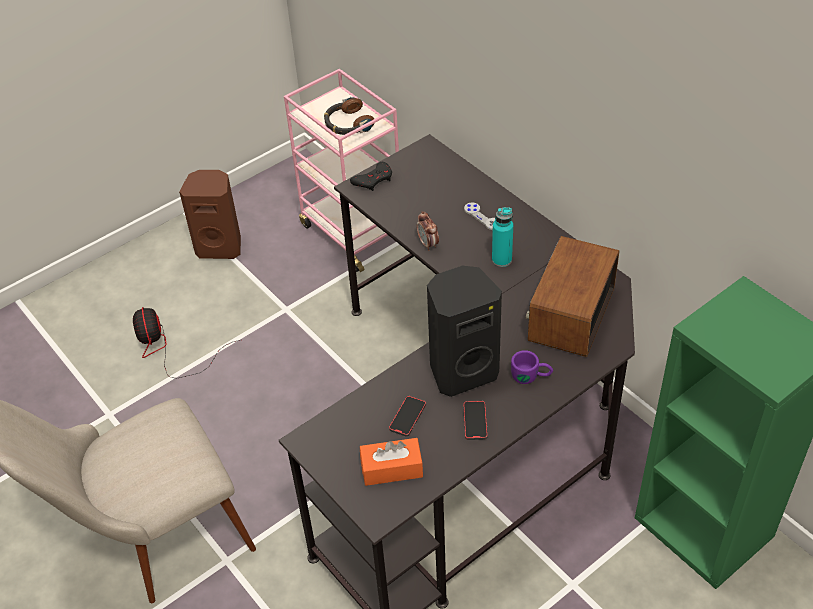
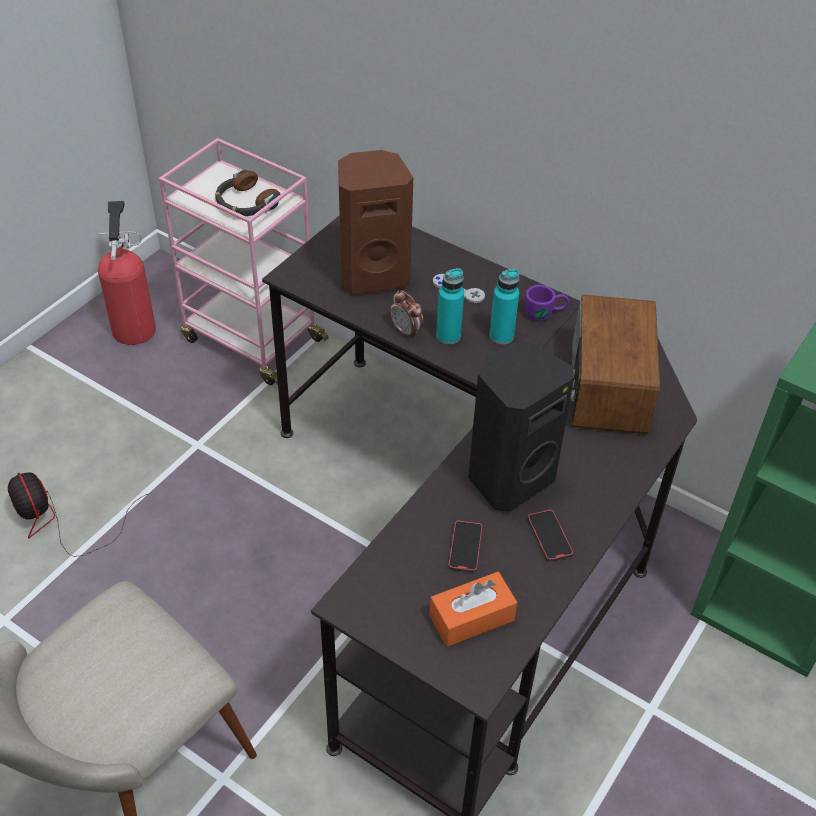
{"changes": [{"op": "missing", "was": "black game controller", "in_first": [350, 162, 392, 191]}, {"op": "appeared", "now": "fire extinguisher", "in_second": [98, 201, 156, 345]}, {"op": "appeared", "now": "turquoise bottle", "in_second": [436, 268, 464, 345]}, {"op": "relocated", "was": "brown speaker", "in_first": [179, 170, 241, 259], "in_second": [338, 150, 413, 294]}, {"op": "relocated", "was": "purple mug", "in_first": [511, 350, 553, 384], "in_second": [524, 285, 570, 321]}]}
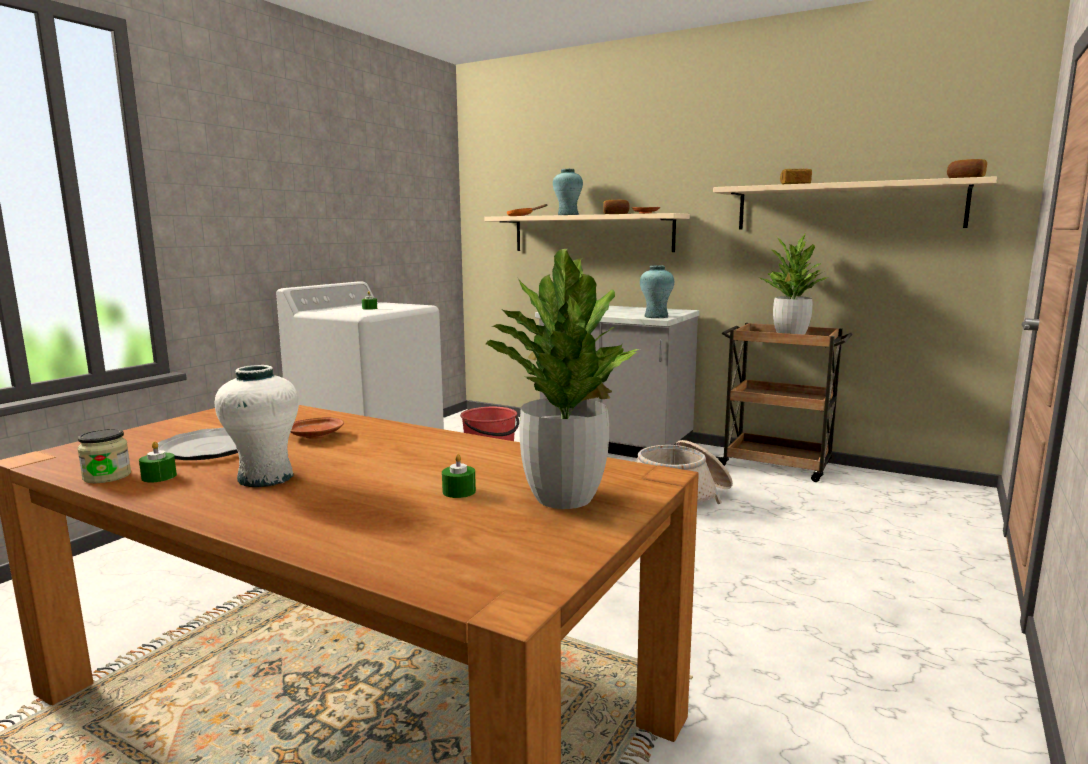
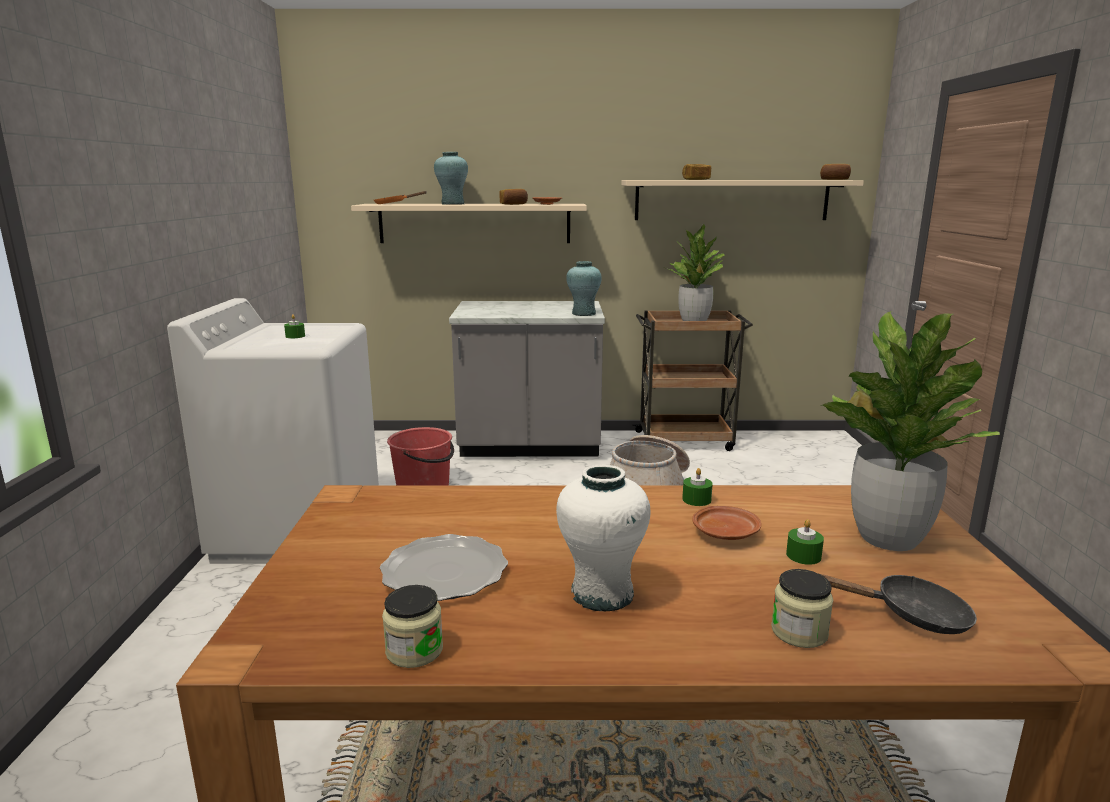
{"changes": [{"op": "appeared", "now": "jar", "in_second": [771, 569, 833, 648]}, {"op": "appeared", "now": "black frying pan", "in_second": [820, 574, 977, 634]}, {"op": "relocated", "was": "green candle", "in_first": [139, 441, 177, 482], "in_second": [682, 468, 713, 506]}, {"op": "relocated", "was": "brown plate", "in_first": [290, 417, 344, 439], "in_second": [692, 506, 762, 540]}]}
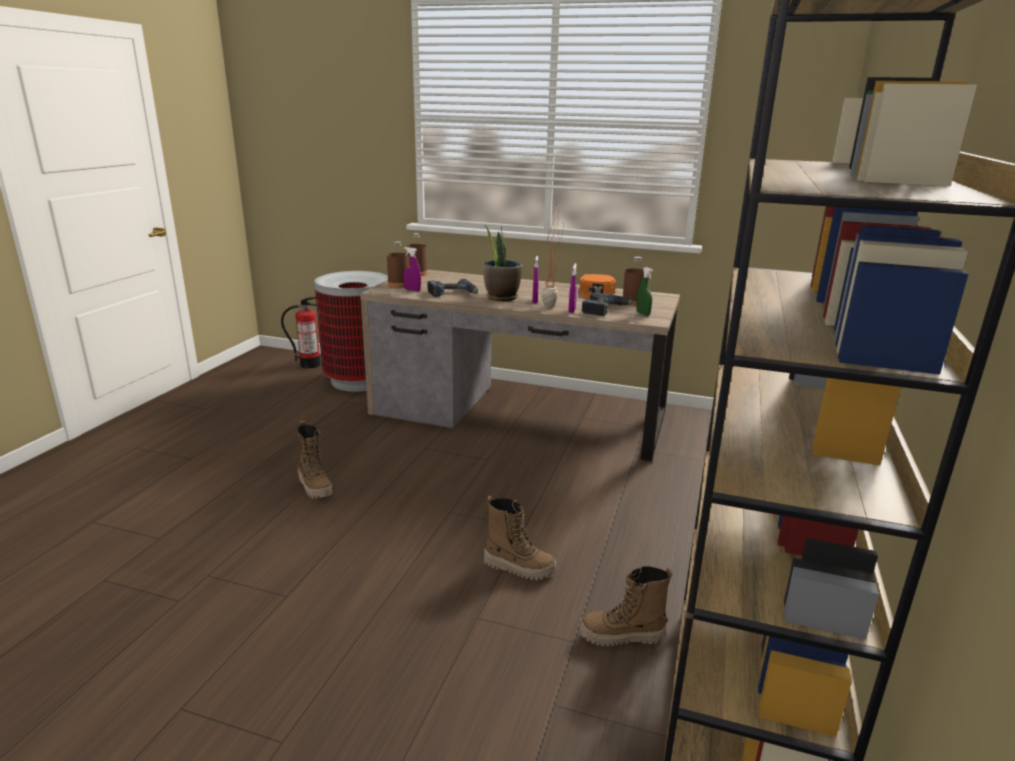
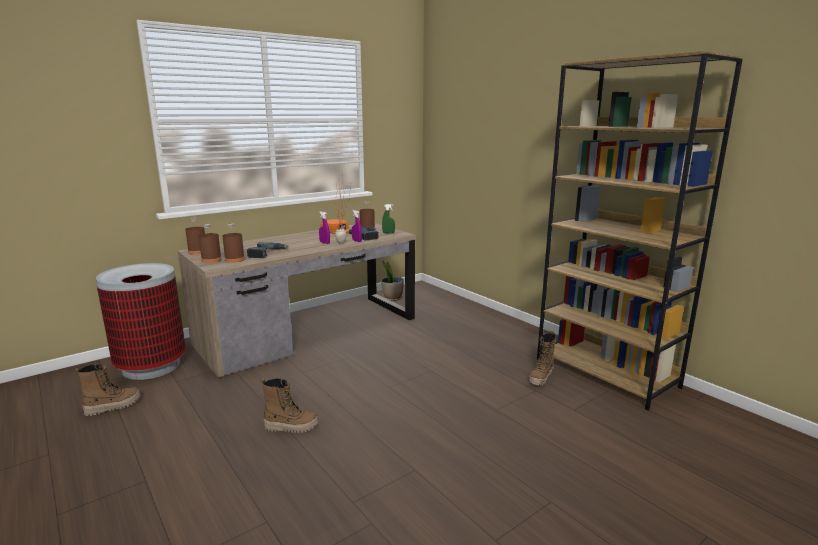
{"changes": [{"op": "missing", "was": "fire extinguisher", "in_first": [281, 297, 321, 368]}, {"op": "relocated", "was": "potted plant", "in_first": [483, 225, 522, 301], "in_second": [381, 261, 404, 301]}, {"op": "relocated", "was": "boot", "in_first": [484, 496, 556, 580], "in_second": [76, 364, 140, 416]}, {"op": "exchanged", "was": "purple spray bottle", "now": "brown bottle", "in_first": [403, 247, 421, 291], "in_second": [223, 224, 245, 263]}]}
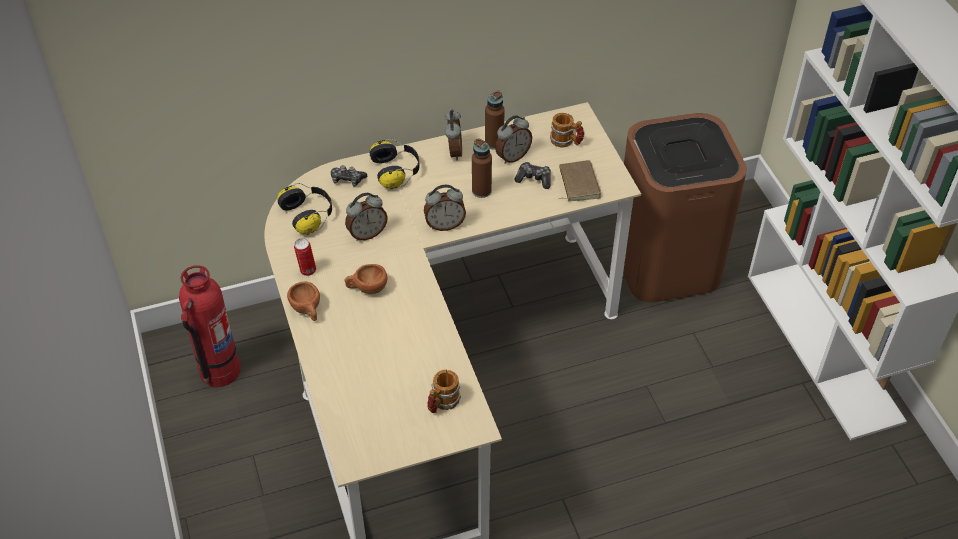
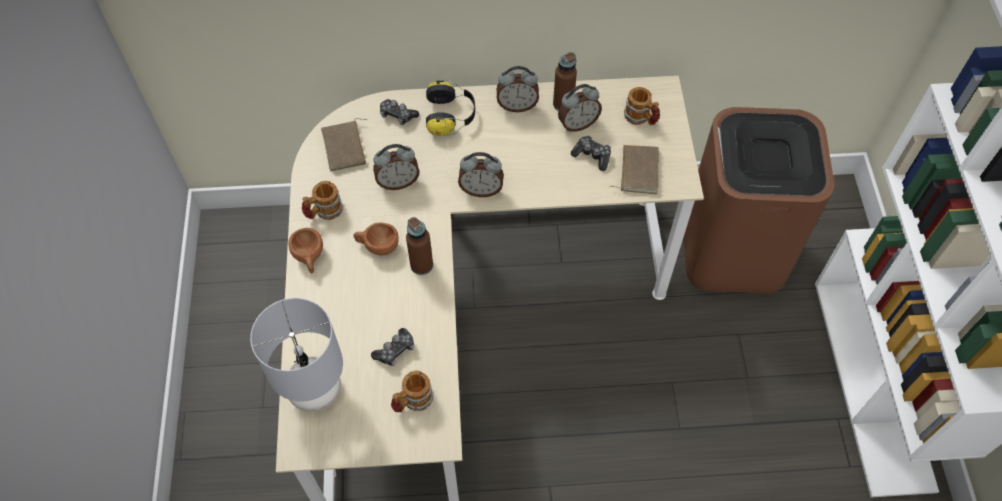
{"changes": [{"op": "missing", "was": "fire extinguisher", "in_first": [179, 265, 241, 387]}, {"op": "appeared", "now": "grey table lamp", "in_second": [250, 298, 343, 412]}, {"op": "appeared", "now": "game controller", "in_second": [371, 328, 414, 366]}, {"op": "relocated", "was": "brown bottle", "in_first": [472, 138, 492, 198], "in_second": [406, 217, 433, 275]}, {"op": "exchanged", "was": "headphones", "now": "brown book", "in_first": [277, 183, 332, 235], "in_second": [321, 118, 367, 171]}, {"op": "exchanged", "was": "can", "now": "mug", "in_first": [294, 238, 316, 276], "in_second": [302, 181, 342, 220]}, {"op": "spun", "was": "alarm clock", "in_first": [445, 109, 462, 161], "in_second": [496, 66, 539, 112], "clockwise": 75}]}
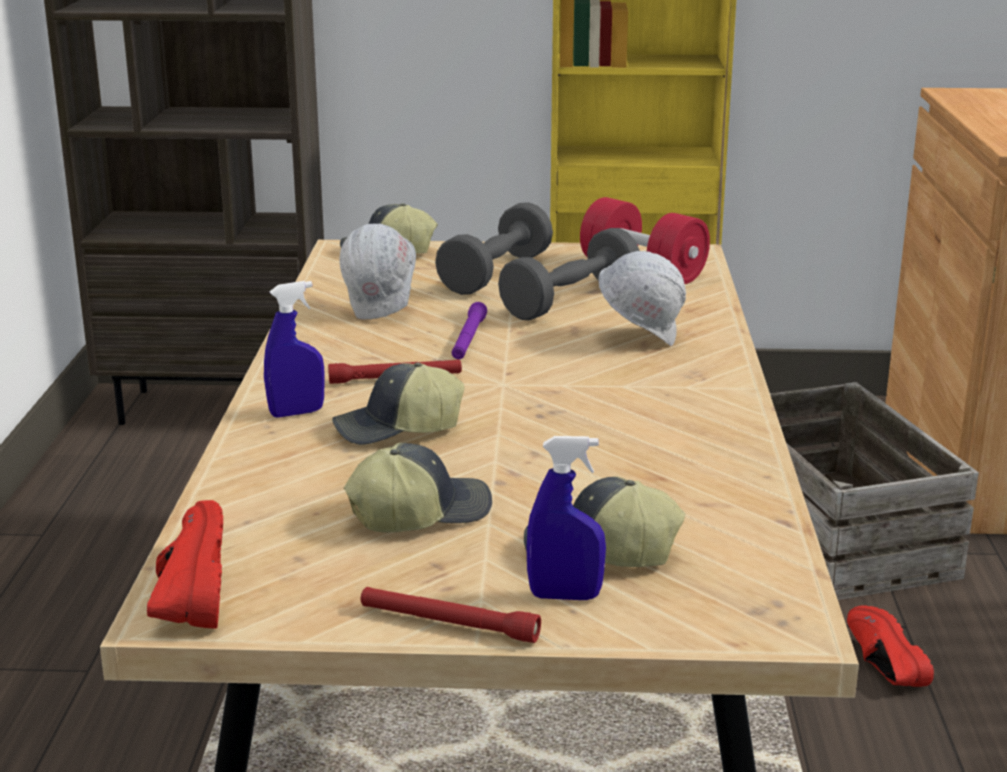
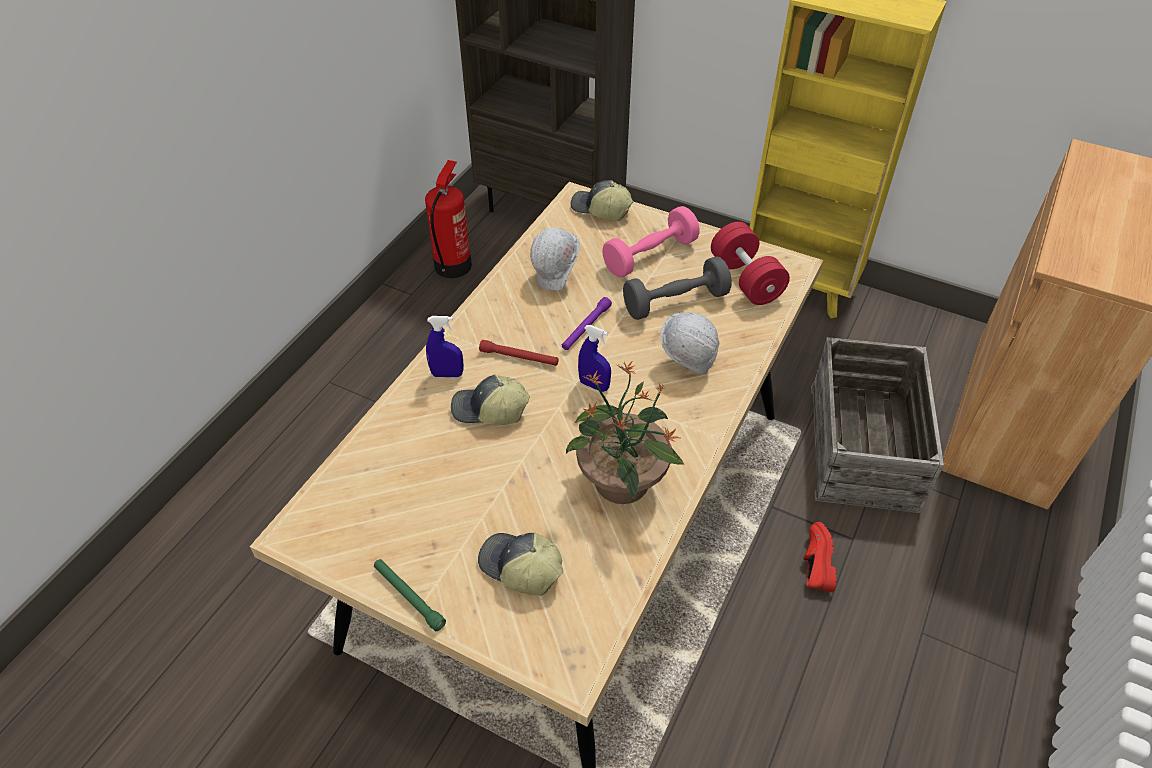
{"changes": [{"op": "missing", "was": "red shoe", "in_first": [147, 500, 223, 629]}, {"op": "missing", "was": "cap", "in_first": [344, 443, 492, 532]}, {"op": "appeared", "now": "fire extinguisher", "in_second": [425, 160, 472, 278]}, {"op": "appeared", "now": "potted plant", "in_second": [566, 362, 684, 504]}, {"op": "relocated", "was": "blue spray bottle", "in_first": [527, 436, 606, 600], "in_second": [578, 325, 611, 392]}, {"op": "colour", "was": "red flashlight", "now": "green flashlight", "in_first": [361, 587, 541, 643], "in_second": [374, 559, 446, 631]}, {"op": "colour", "was": "grey dumbbell", "now": "pink dumbbell", "in_first": [435, 202, 553, 295], "in_second": [602, 206, 700, 277]}]}
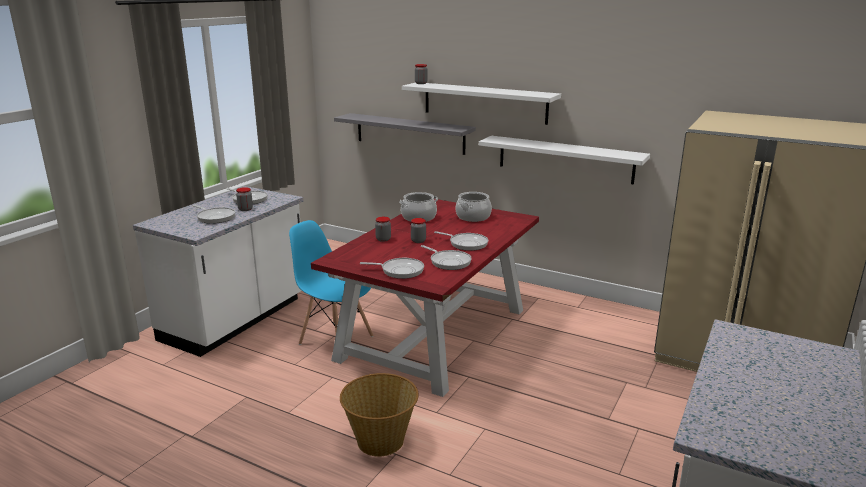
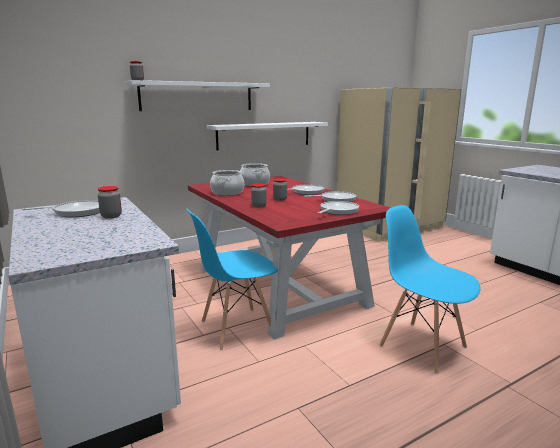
{"changes": [{"op": "missing", "was": "frying pan", "in_first": [192, 205, 236, 224]}, {"op": "missing", "was": "grey shelf", "in_first": [334, 113, 476, 155]}, {"op": "exchanged", "was": "basket", "now": "blue chair", "in_first": [340, 373, 419, 457], "in_second": [379, 205, 481, 374]}]}
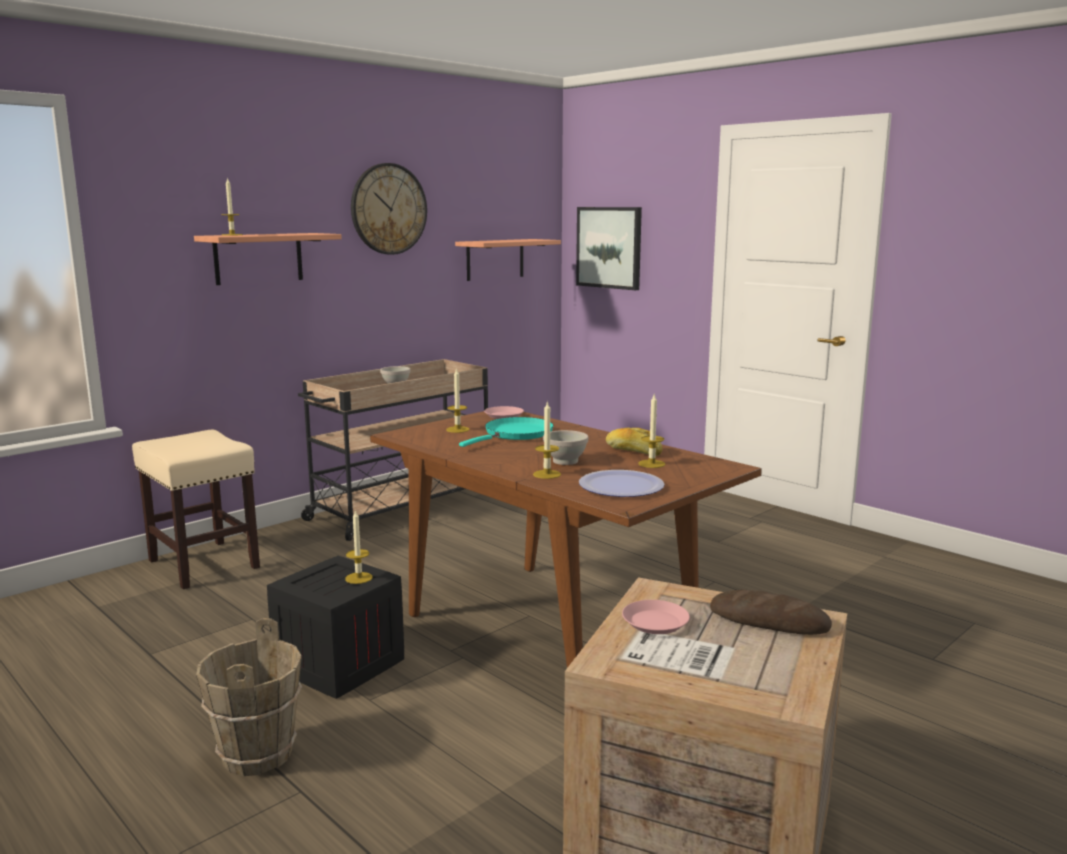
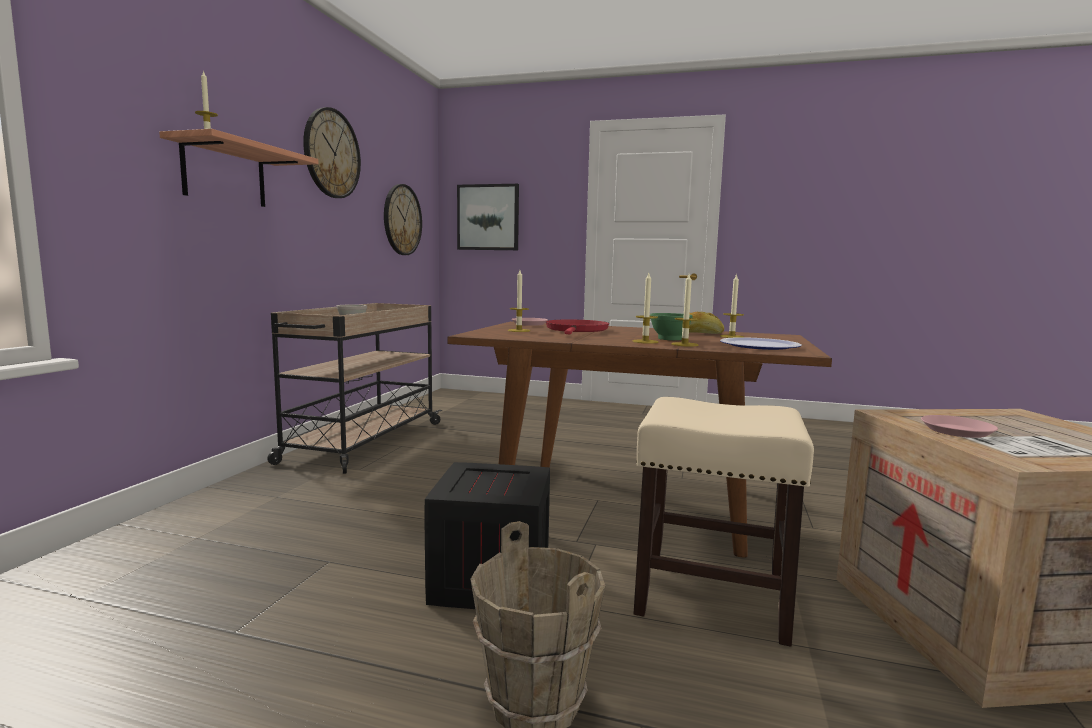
{"changes": [{"op": "missing", "was": "bread", "in_first": [710, 590, 832, 635]}, {"op": "relocated", "was": "beige stool", "in_first": [132, 430, 260, 589], "in_second": [634, 397, 814, 647]}, {"op": "relocated", "was": "candle", "in_first": [345, 510, 372, 584], "in_second": [633, 273, 658, 344]}, {"op": "exchanged", "was": "shelf", "now": "wall clock", "in_first": [455, 239, 561, 281], "in_second": [384, 184, 422, 255]}, {"op": "colour", "was": "turquoise frying pan", "now": "red frying pan", "in_first": [459, 417, 553, 447], "in_second": [546, 319, 609, 334]}, {"op": "colour", "was": "white bowl", "now": "green bowl", "in_first": [543, 430, 588, 465], "in_second": [650, 313, 693, 340]}]}
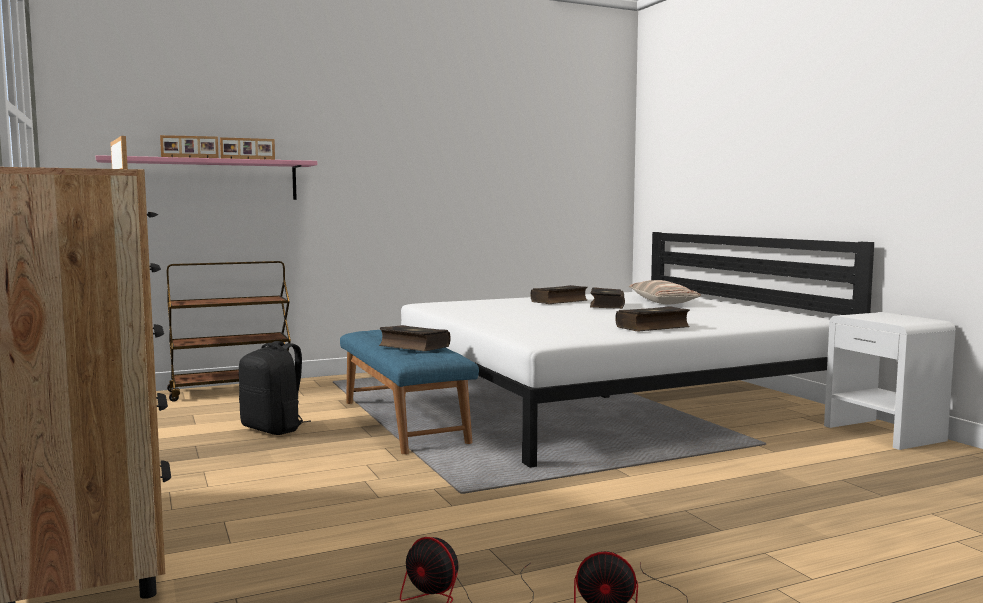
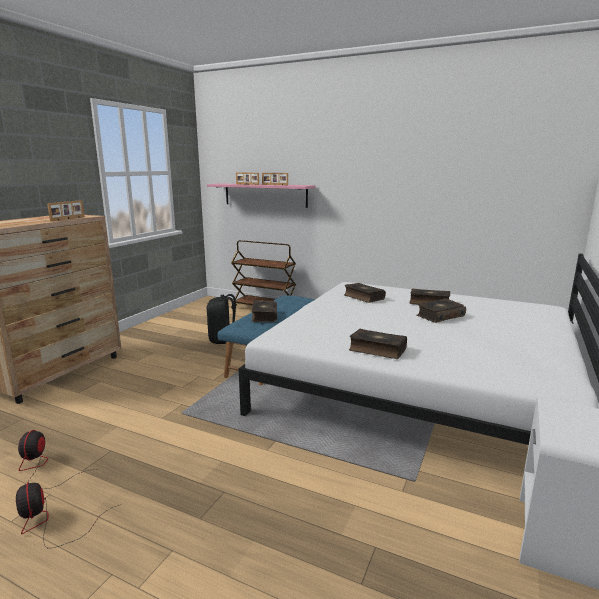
{"changes": [{"op": "missing", "was": "pillow", "in_first": [629, 280, 701, 304]}, {"op": "appeared", "now": "book", "in_second": [344, 283, 386, 303]}]}
